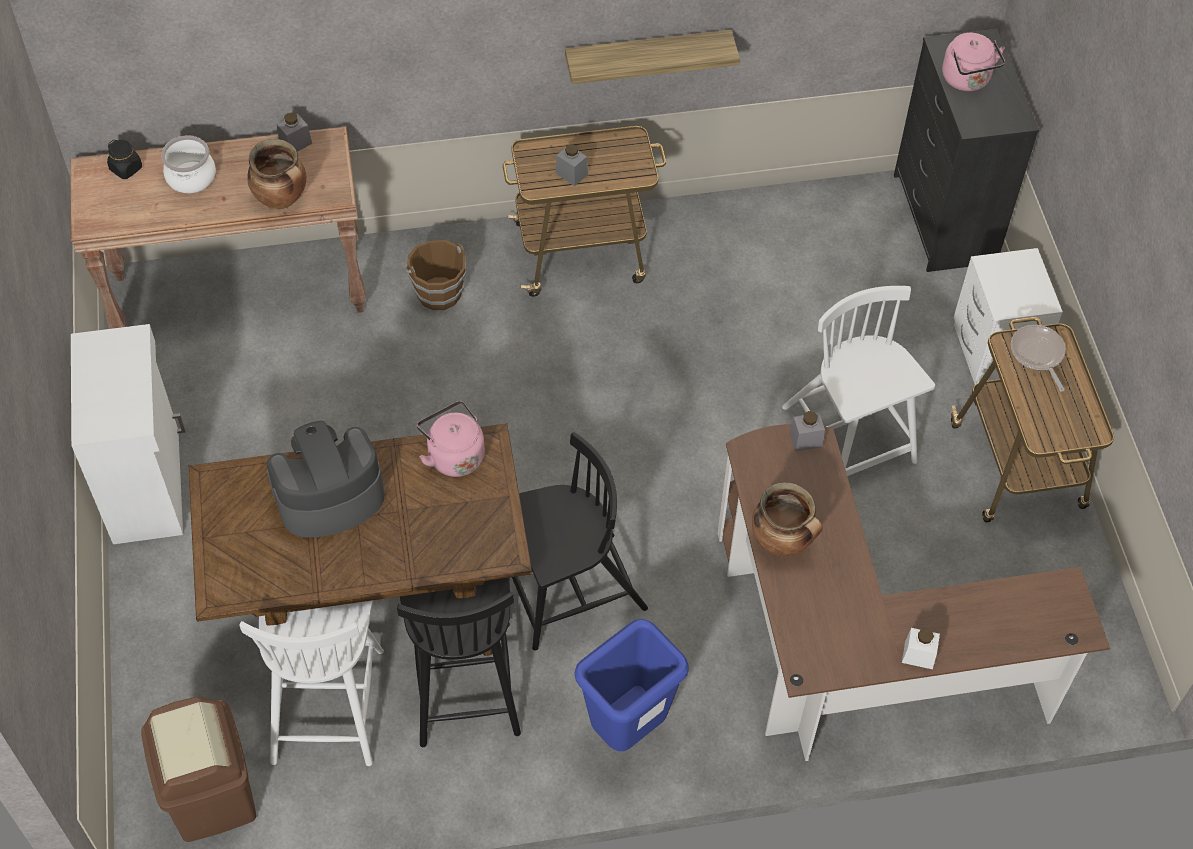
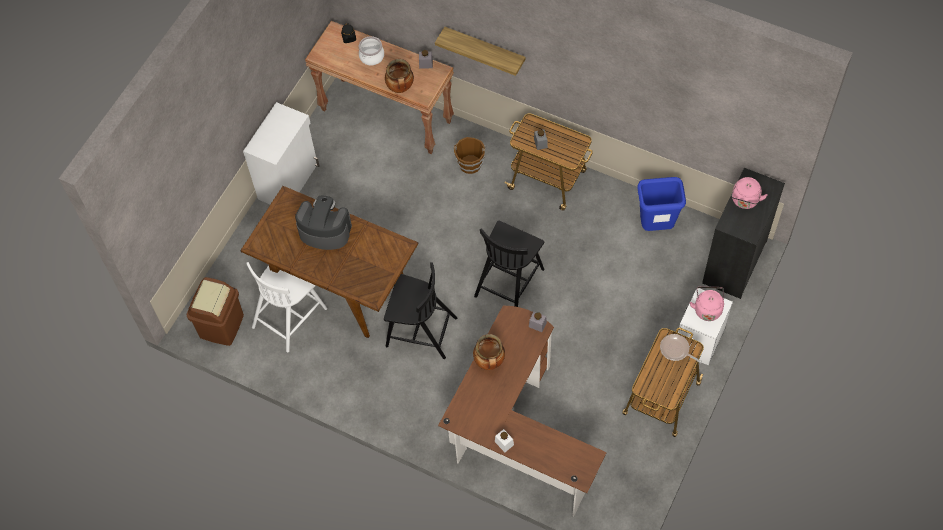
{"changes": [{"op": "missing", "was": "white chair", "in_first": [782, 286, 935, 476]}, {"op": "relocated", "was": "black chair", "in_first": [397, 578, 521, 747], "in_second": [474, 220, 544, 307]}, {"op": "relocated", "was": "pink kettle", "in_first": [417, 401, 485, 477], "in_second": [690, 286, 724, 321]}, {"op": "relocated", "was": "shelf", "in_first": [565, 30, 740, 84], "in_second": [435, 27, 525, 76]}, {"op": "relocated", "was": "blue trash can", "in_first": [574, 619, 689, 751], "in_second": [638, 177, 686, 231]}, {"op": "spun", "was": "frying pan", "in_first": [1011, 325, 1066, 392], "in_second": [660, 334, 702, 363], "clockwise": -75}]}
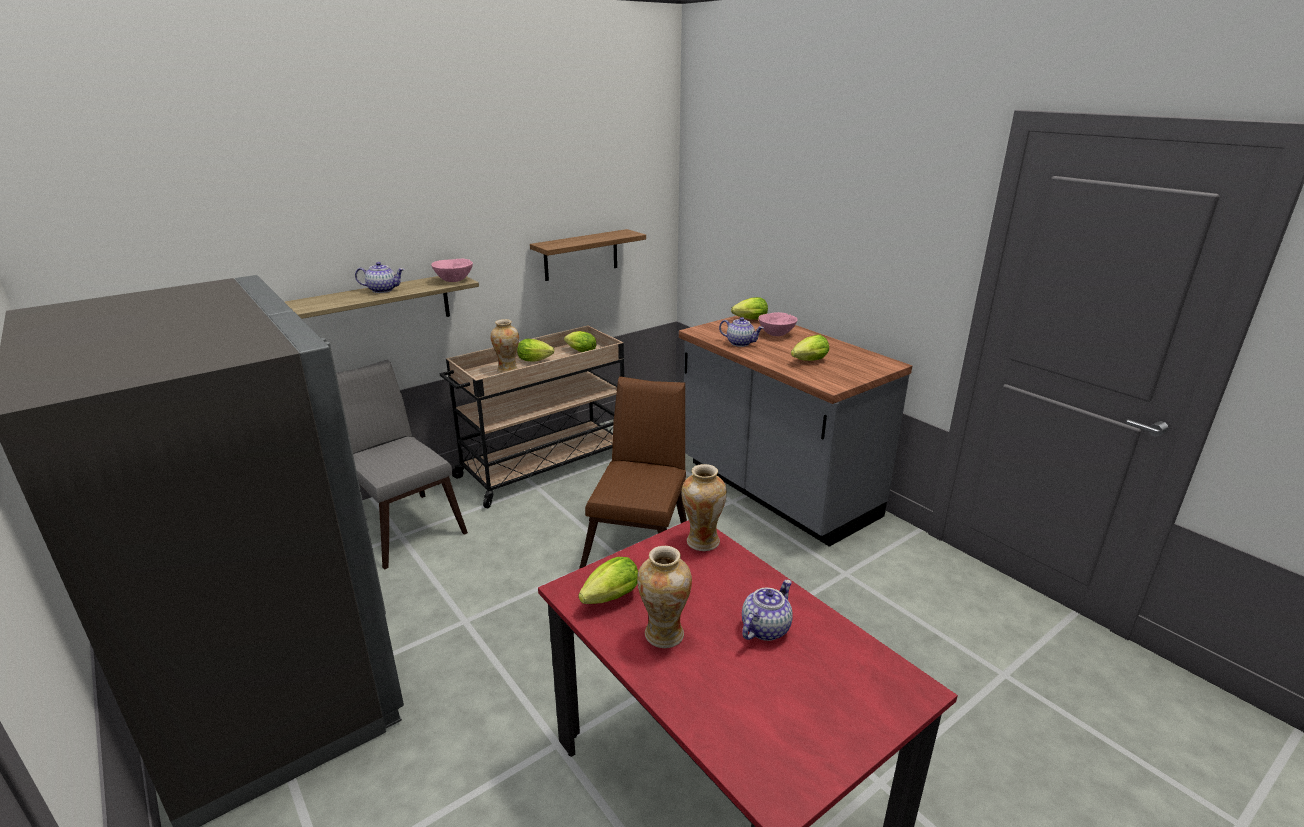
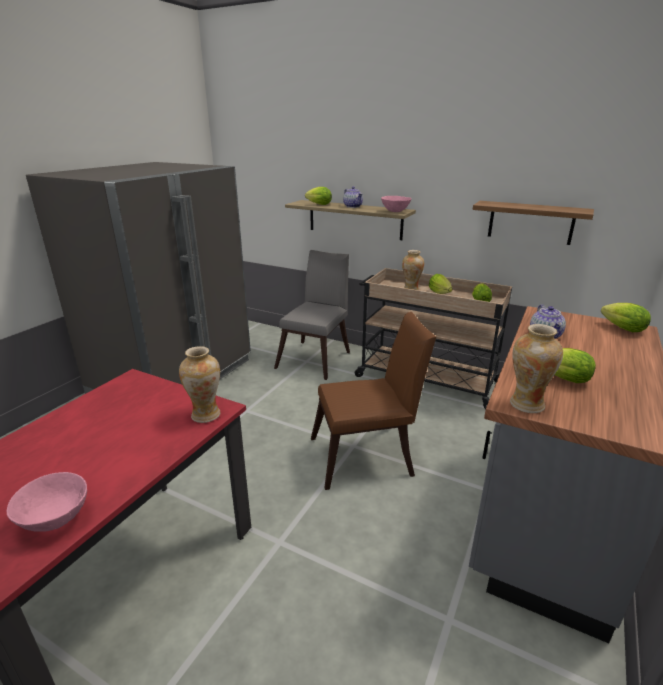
{"changes": [{"op": "missing", "was": "teapot", "in_first": [742, 580, 793, 641]}, {"op": "relocated", "was": "lettuce", "in_first": [579, 557, 638, 604], "in_second": [305, 187, 332, 205]}, {"op": "relocated", "was": "vase", "in_first": [637, 546, 692, 648], "in_second": [510, 324, 563, 413]}, {"op": "relocated", "was": "pink bowl", "in_first": [758, 312, 798, 336], "in_second": [7, 472, 87, 532]}]}
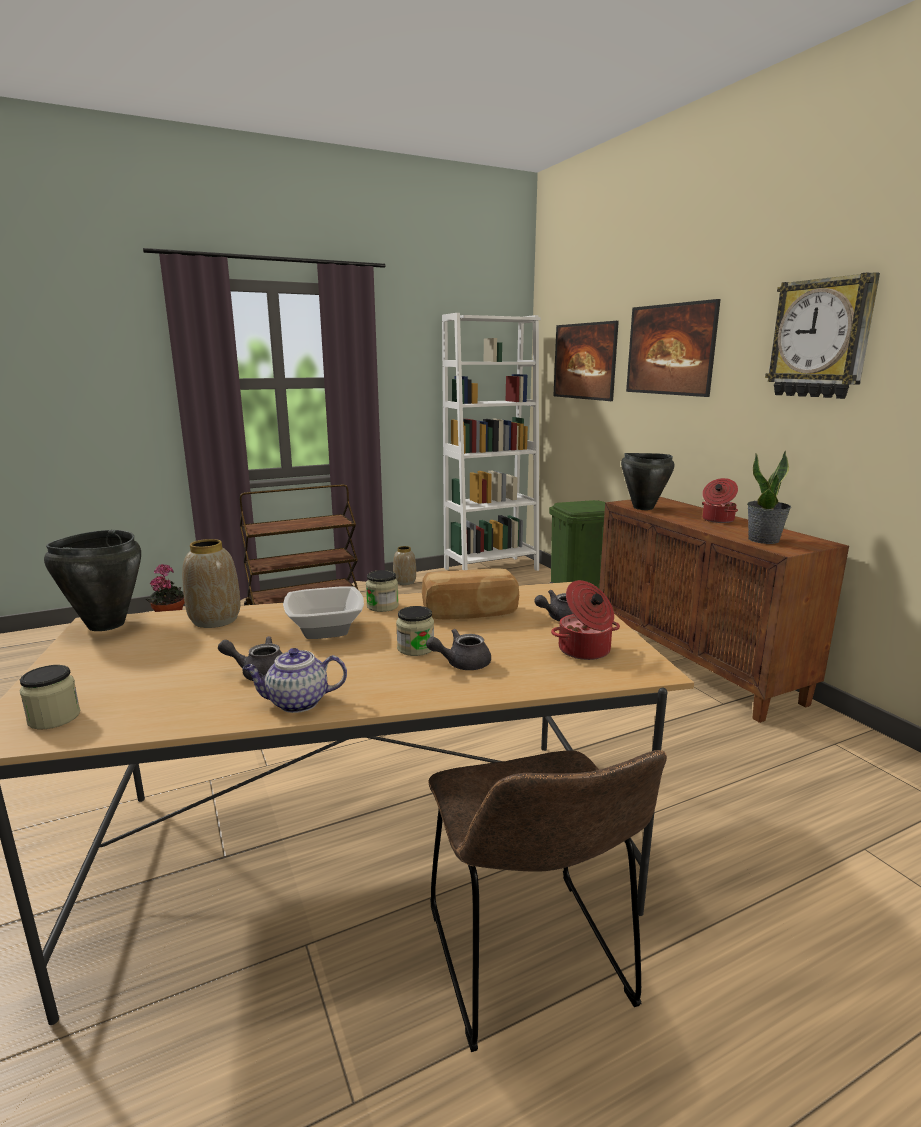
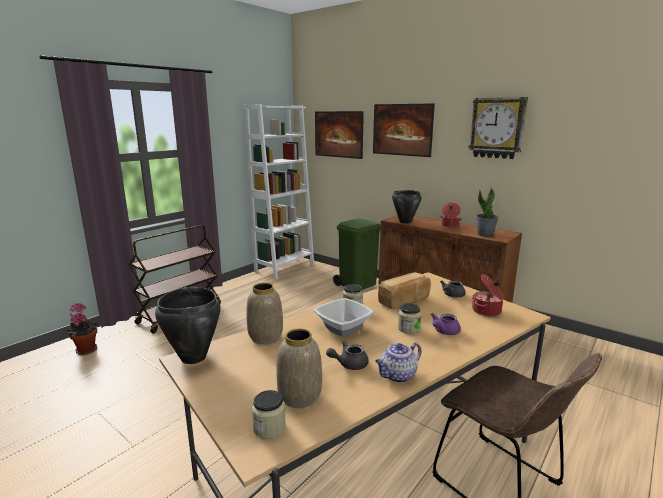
{"changes": [{"op": "relocated", "was": "vase", "in_first": [393, 546, 416, 585], "in_second": [277, 328, 322, 408]}, {"op": "colour", "was": "grey teapot", "now": "purple teapot", "in_first": [426, 629, 491, 670], "in_second": [431, 313, 461, 335]}]}
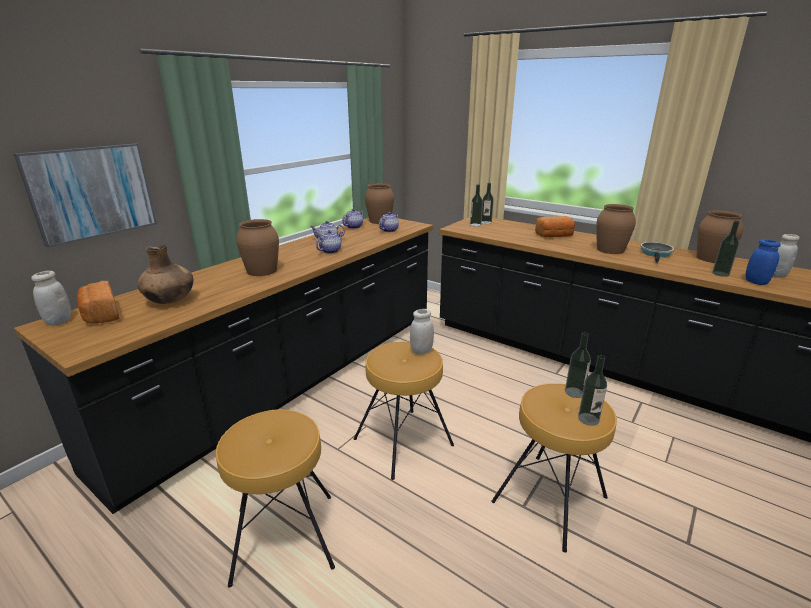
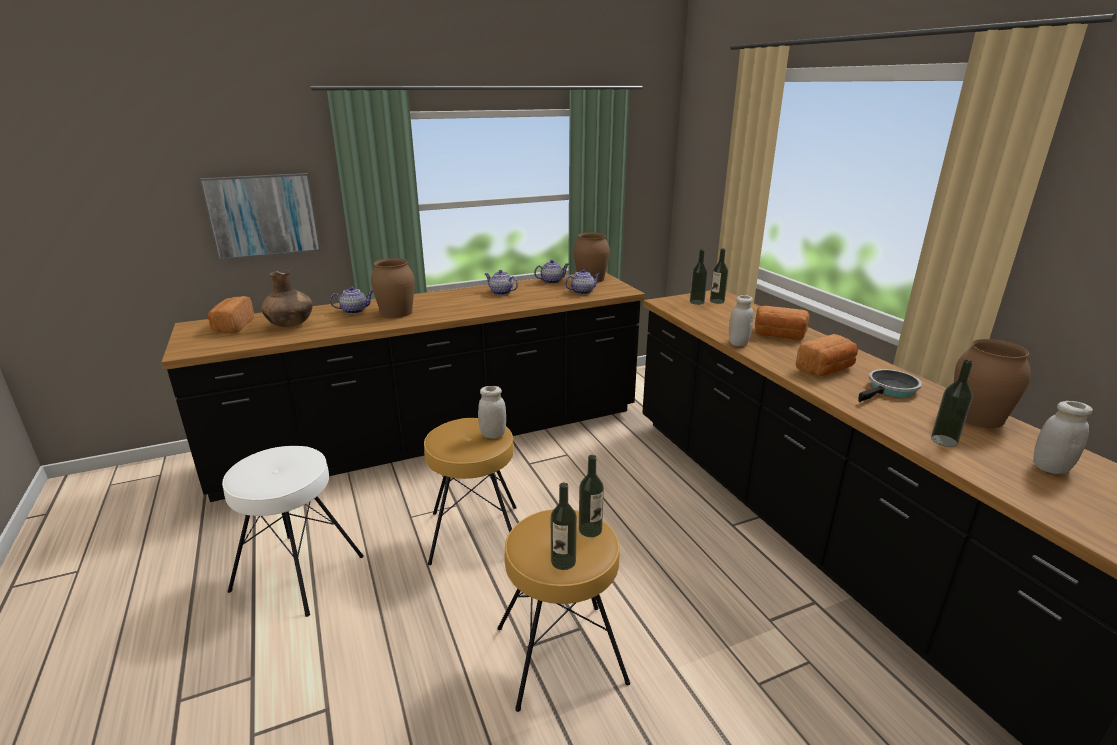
{"changes": [{"op": "missing", "was": "blue jar", "in_first": [746, 239, 781, 285]}, {"op": "relocated", "was": "white jar", "in_first": [31, 271, 71, 326], "in_second": [729, 295, 753, 346]}, {"op": "relocated", "was": "teapot", "in_first": [316, 230, 343, 254], "in_second": [330, 286, 373, 314]}, {"op": "exchanged", "was": "brown vase", "now": "bread", "in_first": [596, 204, 636, 254], "in_second": [796, 334, 858, 376]}, {"op": "colour", "was": "brown stool", "now": "white stool", "in_first": [216, 409, 335, 588], "in_second": [222, 446, 364, 617]}]}
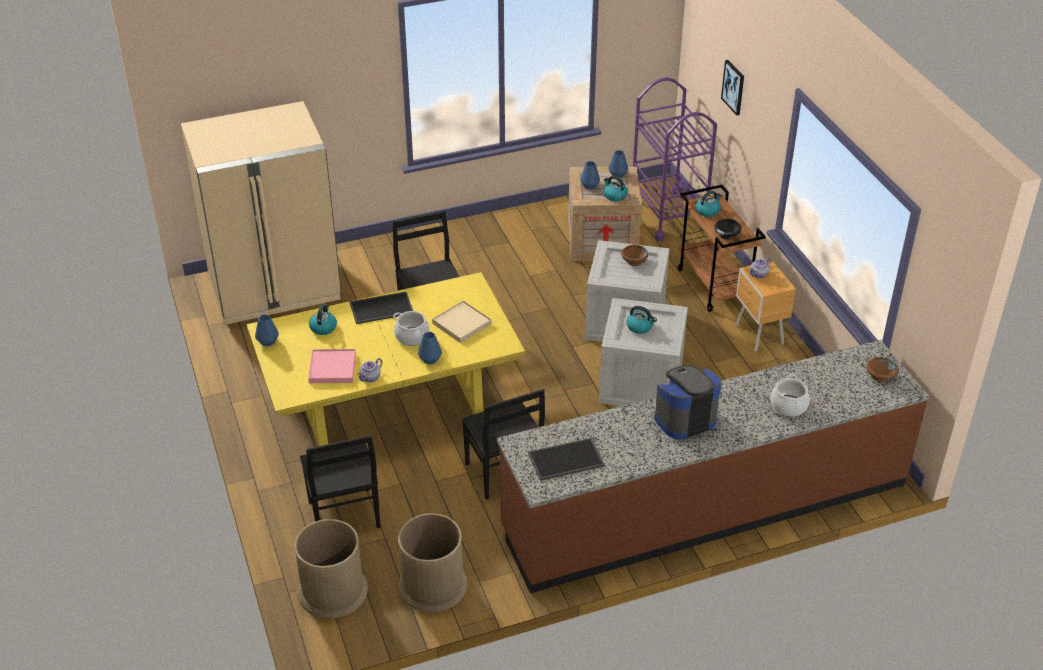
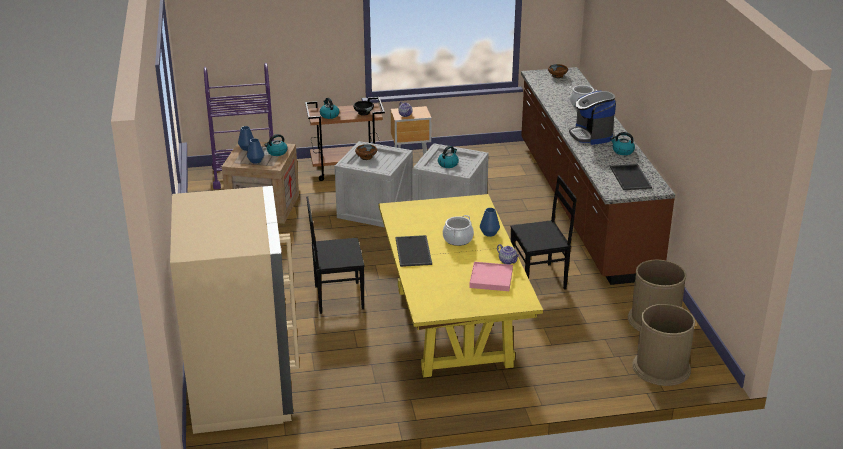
{"changes": [{"op": "missing", "was": "blue vase", "in_first": [255, 314, 279, 346]}, {"op": "missing", "was": "black chair", "in_first": [300, 435, 380, 528]}, {"op": "missing", "was": "beige tray", "in_first": [432, 300, 492, 343]}, {"op": "missing", "was": "picture", "in_first": [721, 60, 744, 116]}, {"op": "relocated", "was": "kettle", "in_first": [309, 305, 337, 335], "in_second": [610, 132, 635, 155]}]}
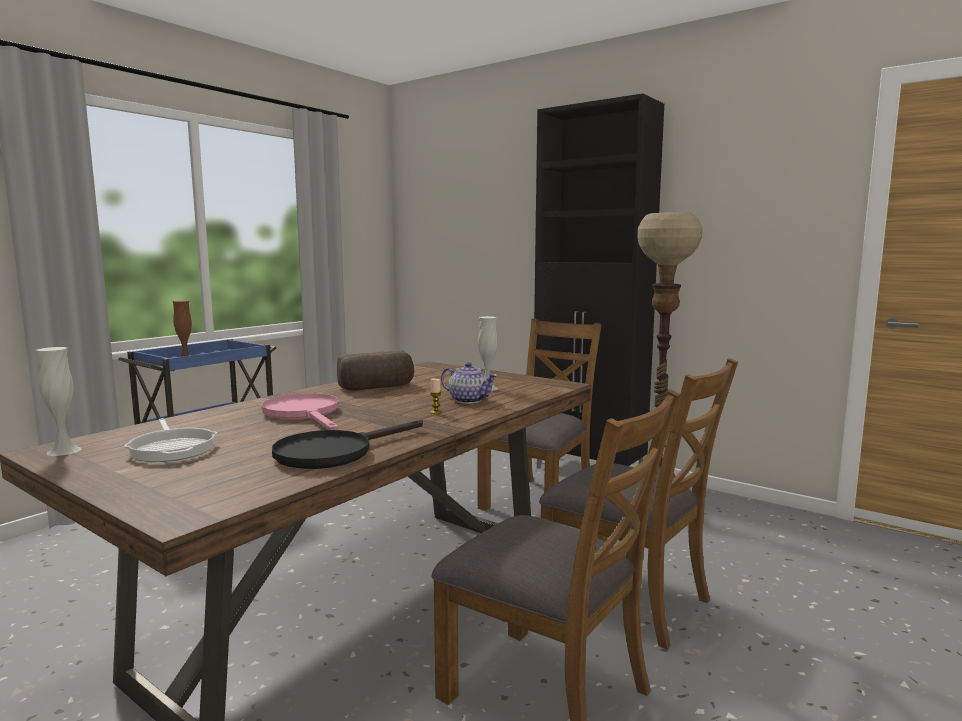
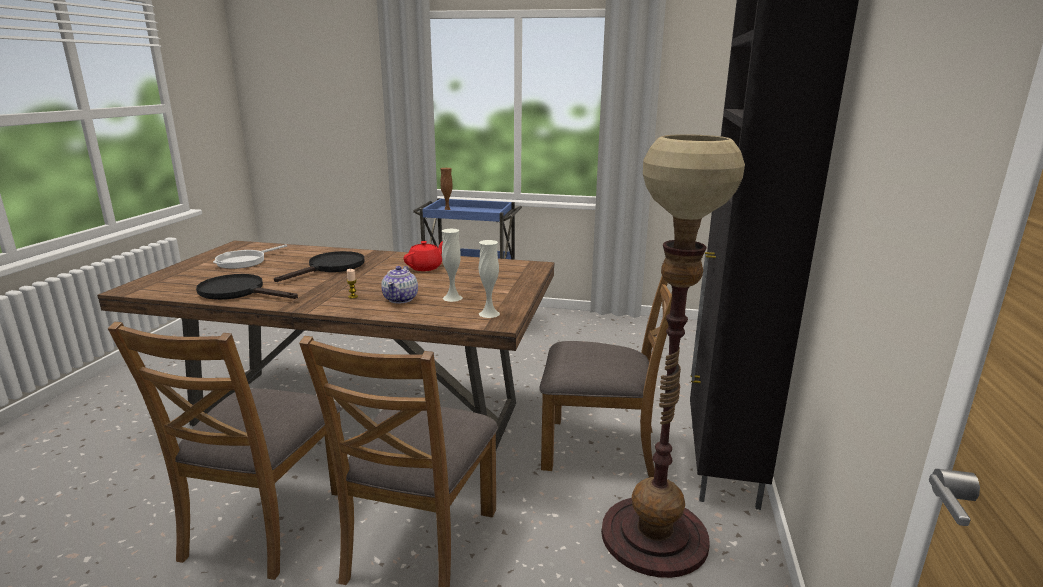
{"changes": [{"op": "relocated", "was": "white vase", "in_first": [36, 347, 82, 456], "in_second": [479, 240, 500, 318]}, {"op": "exchanged", "was": "bread", "now": "red teapot", "in_first": [337, 350, 414, 391], "in_second": [404, 241, 443, 271]}, {"op": "colour", "was": "pink frying pan", "now": "black frying pan", "in_first": [261, 393, 339, 430], "in_second": [274, 251, 364, 282]}]}
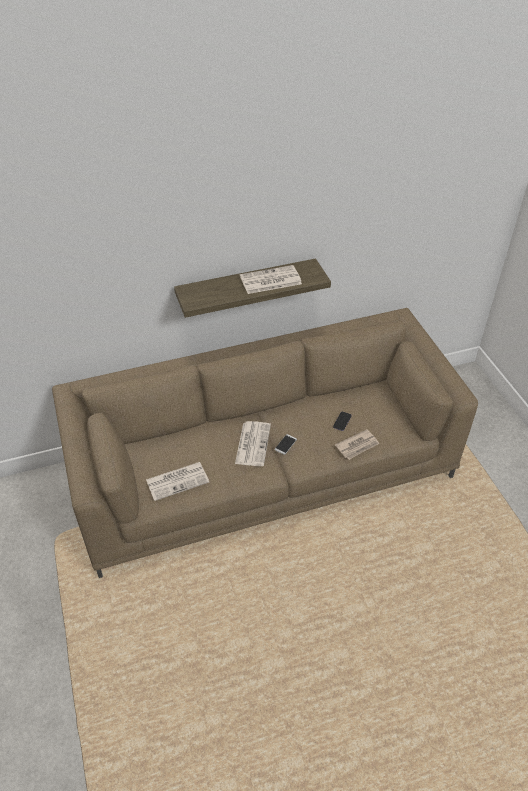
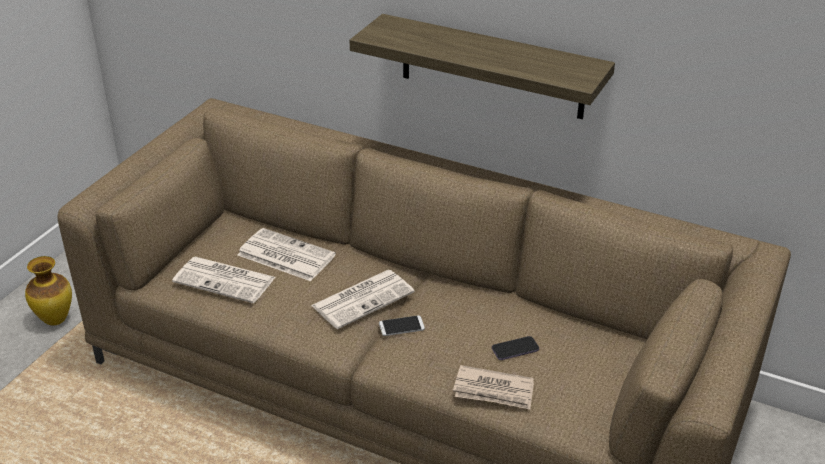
{"changes": [{"op": "appeared", "now": "vase", "in_second": [25, 256, 72, 325]}, {"op": "relocated", "was": "newspaper", "in_first": [240, 265, 302, 294], "in_second": [238, 228, 336, 281]}]}
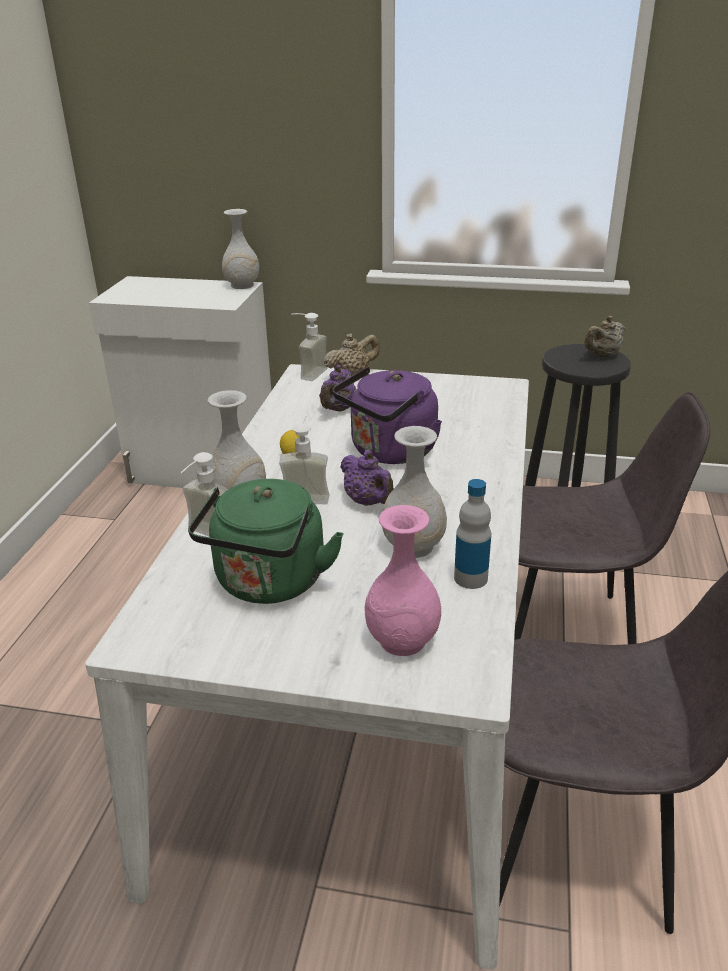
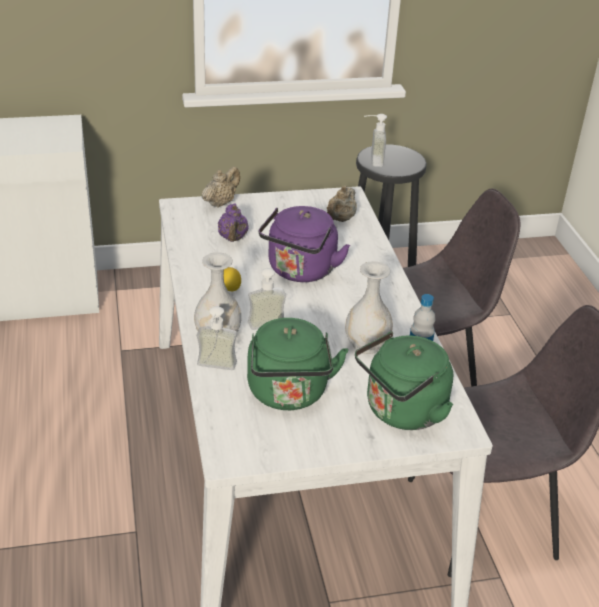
{"changes": [{"op": "missing", "was": "white vase", "in_first": [222, 209, 259, 289]}, {"op": "missing", "was": "purple teapot", "in_first": [340, 450, 394, 506]}, {"op": "relocated", "was": "soap dispenser", "in_first": [291, 313, 328, 381], "in_second": [364, 114, 387, 167]}, {"op": "relocated", "was": "beige teapot", "in_first": [584, 316, 625, 357], "in_second": [327, 186, 357, 222]}, {"op": "exchanged", "was": "pink vase", "now": "green kettle", "in_first": [364, 505, 441, 656], "in_second": [355, 332, 453, 430]}]}
